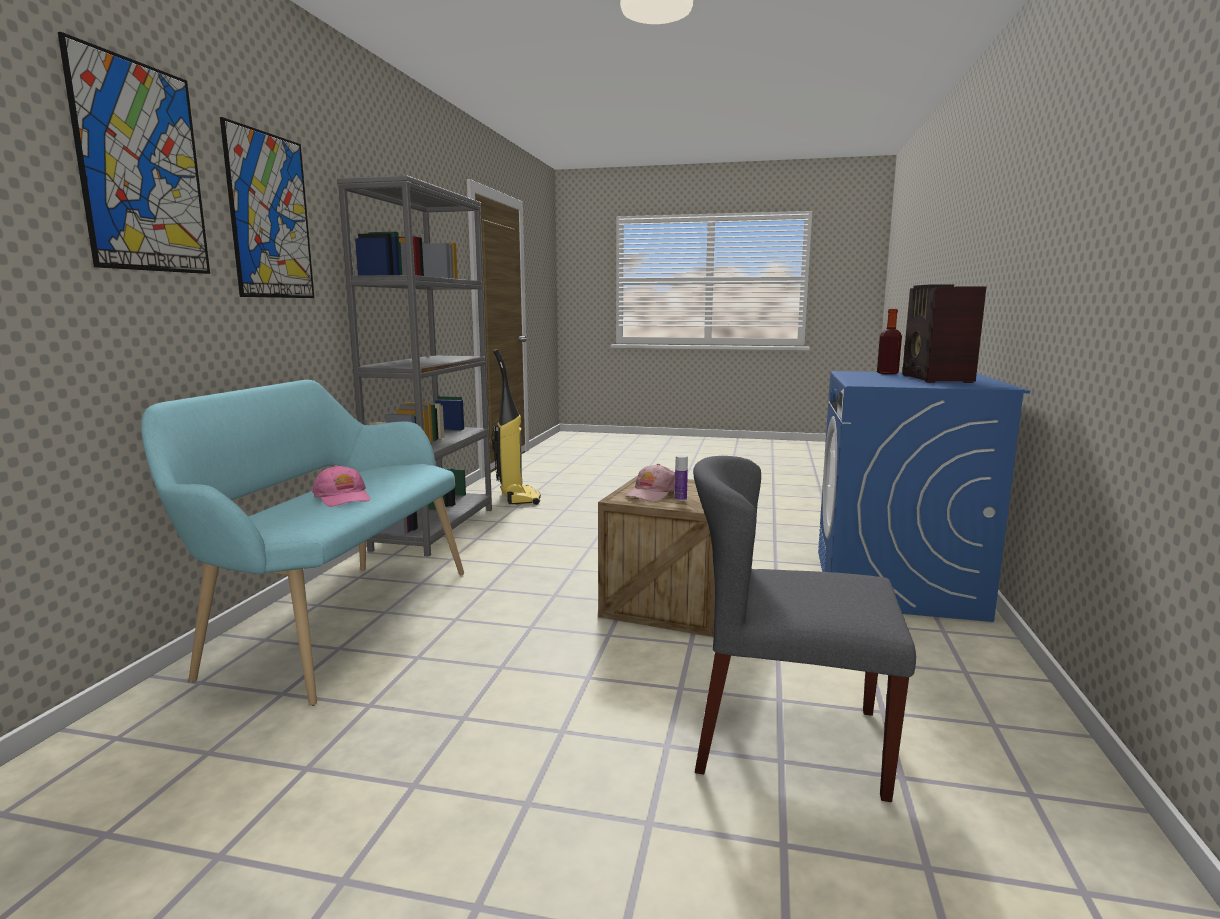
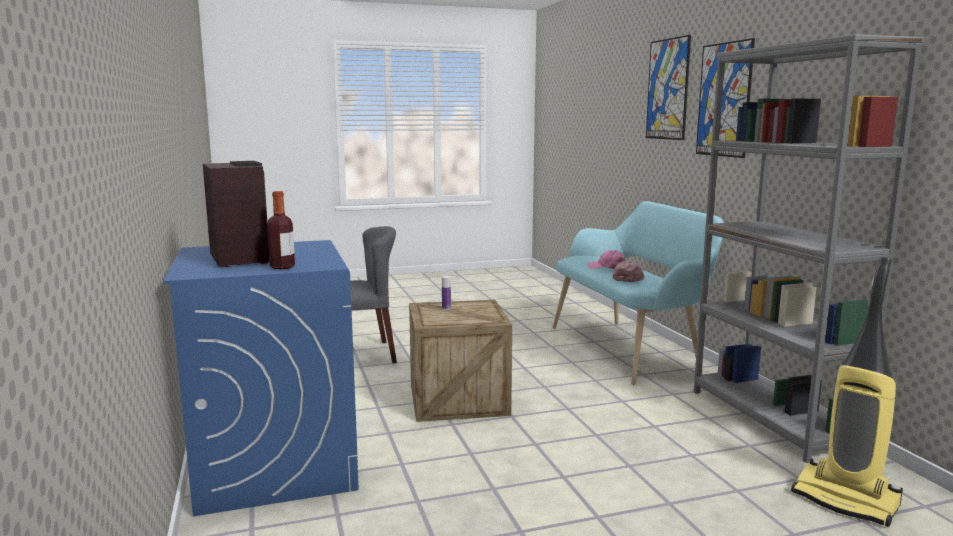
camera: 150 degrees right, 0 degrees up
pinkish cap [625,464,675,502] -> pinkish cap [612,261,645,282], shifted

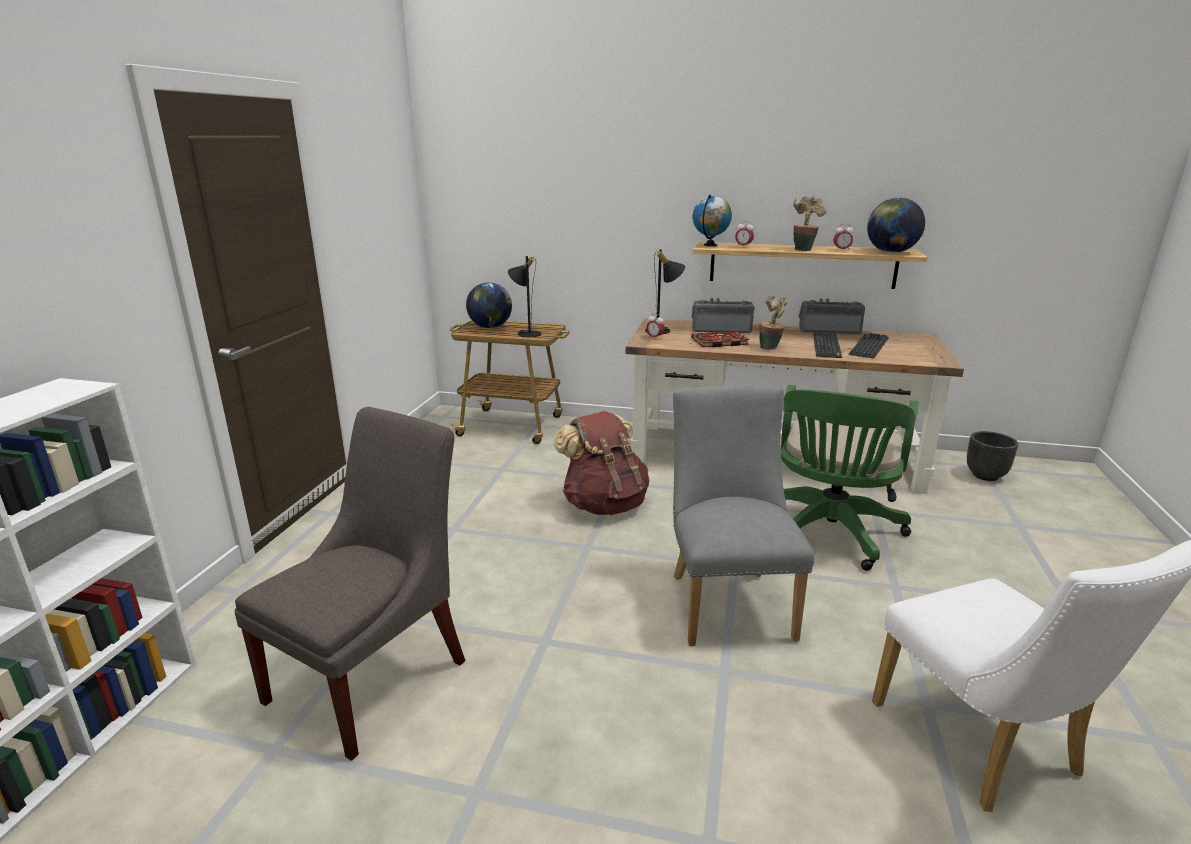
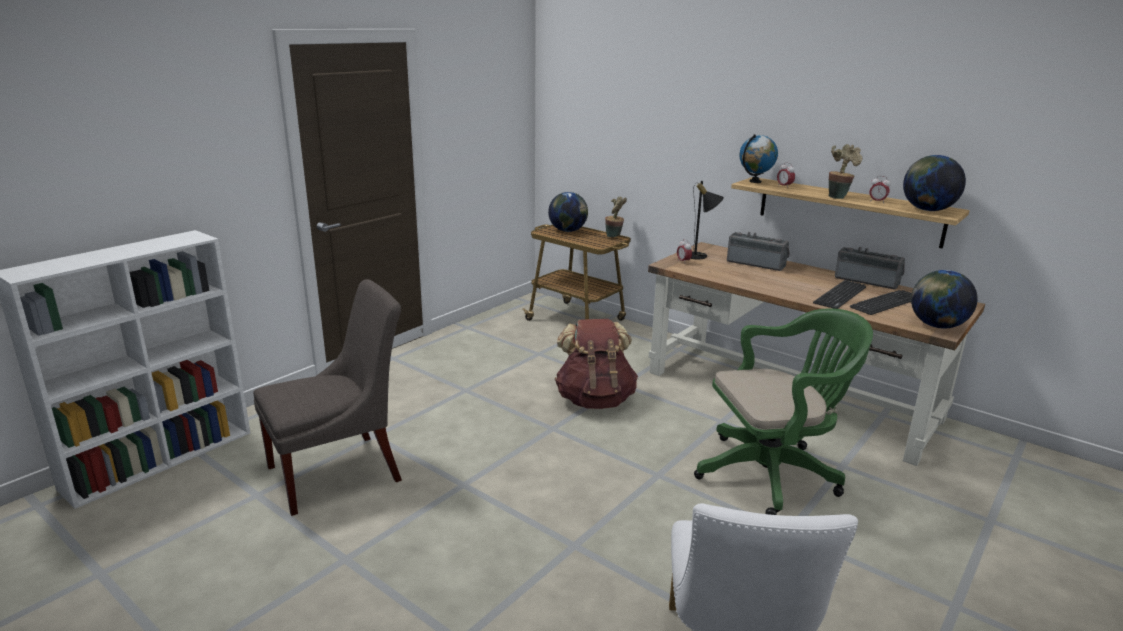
camera: 25 degrees right, 0 degrees up
potted plant [759,295,787,350] -> potted plant [605,197,627,237], shifted
greenish office chair [781,385,919,571] -> greenish office chair [694,308,873,515], 150 degrees counterclockwise
none -> world globe [911,270,978,328]
blackish lamp for a table [508,256,542,337] -> none
gray chair [673,386,815,646] -> none
bound book [691,331,749,347] -> none
blackish plant pot [967,431,1018,481] -> none

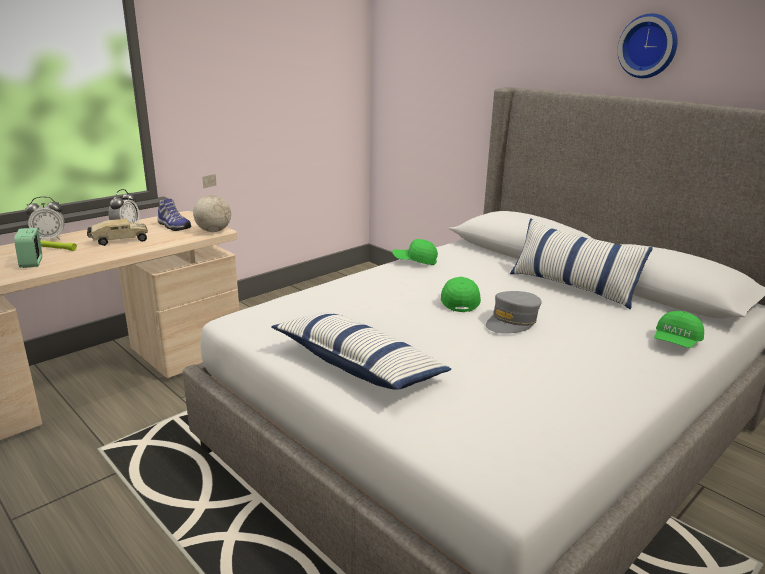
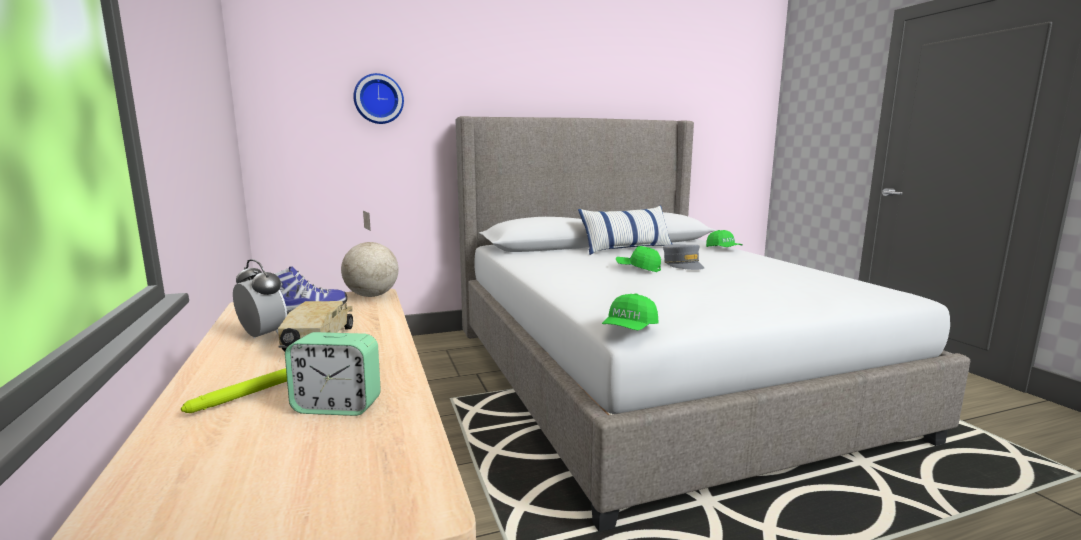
camera: 65 degrees left, 10 degrees down
clock on the wall [617,13,678,78] -> clock on the wall [353,73,404,124], shifted
greenish cap [392,239,438,265] -> greenish cap [602,293,659,330], shifted
bedside clock [25,196,65,240] -> none
cushion [271,312,451,390] -> none

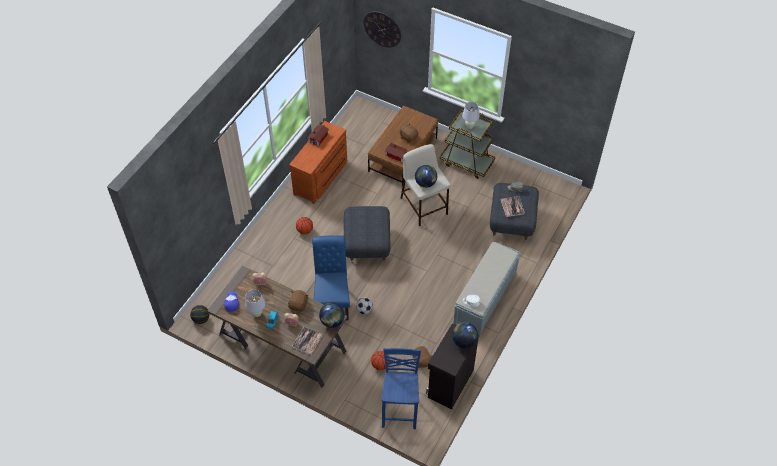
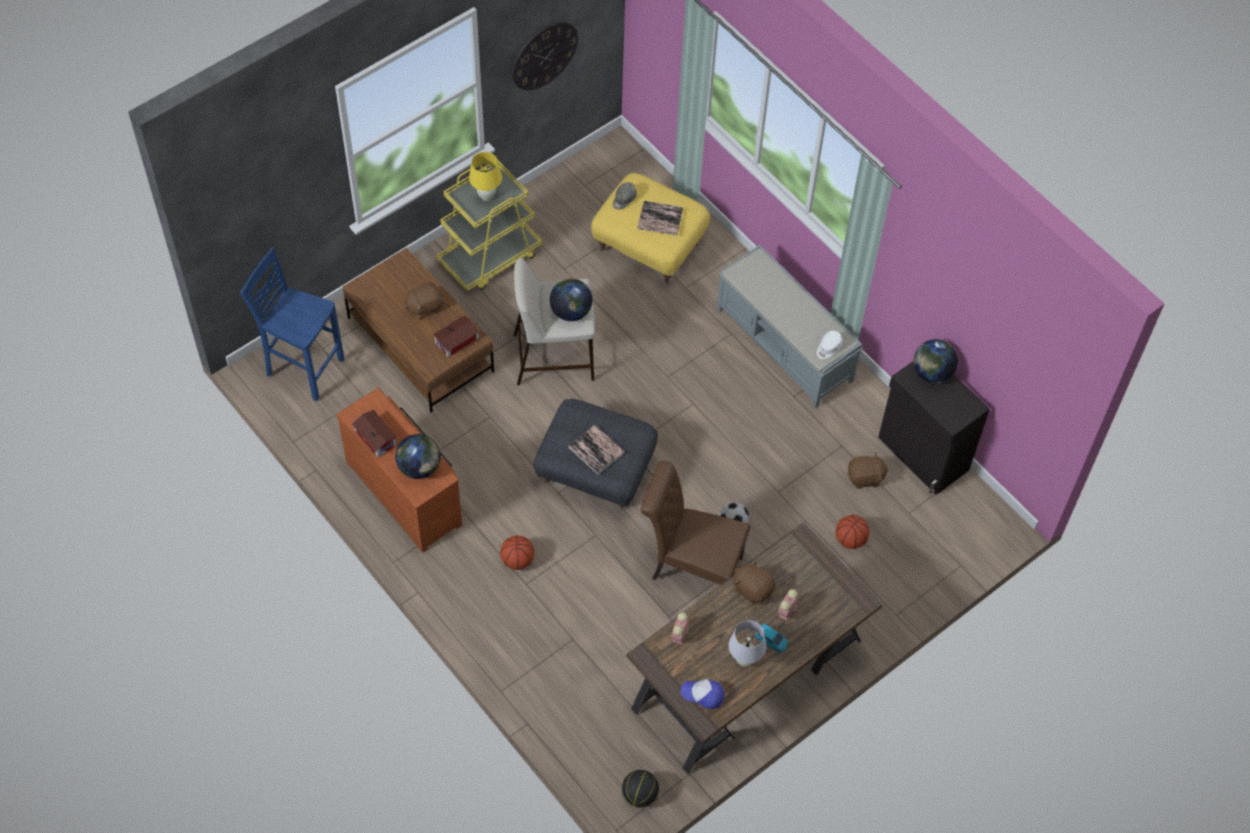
camera: 70 degrees left, 5 degrees up
blue stool [381,348,421,429] -> blue stool [240,247,344,401], shifted
world globe [319,302,345,328] -> world globe [396,434,441,479], shifted
brownish trolley [440,109,495,179] -> yellow-coloured trolley [437,161,542,291]
white-coloured lamp for a table [462,102,480,129] -> yellow-coloured lamp for a table [469,152,502,201]
clock on the wall [363,11,401,48] -> clock on the wall [512,22,578,90], shifted
bound book [292,327,323,355] -> bound book [568,425,625,475], shifted
gray footrest [490,183,539,242] -> yellow-coloured footrest [591,173,710,285]
blue chair [312,235,350,320] -> brownish chair [641,461,751,585]

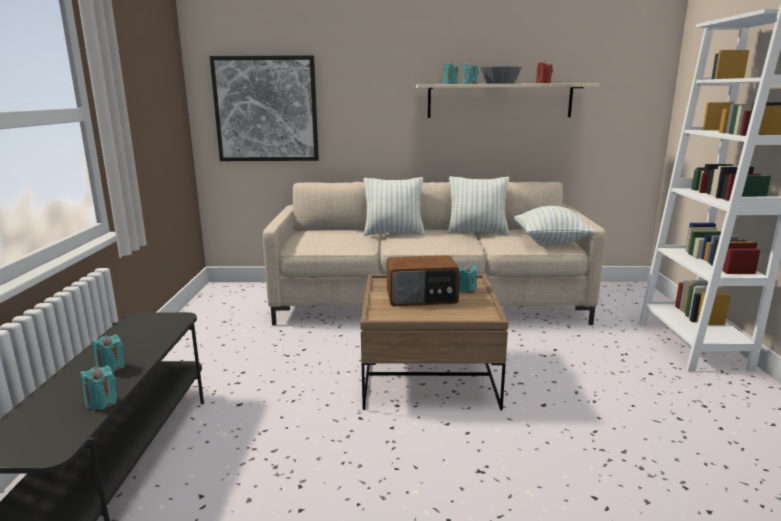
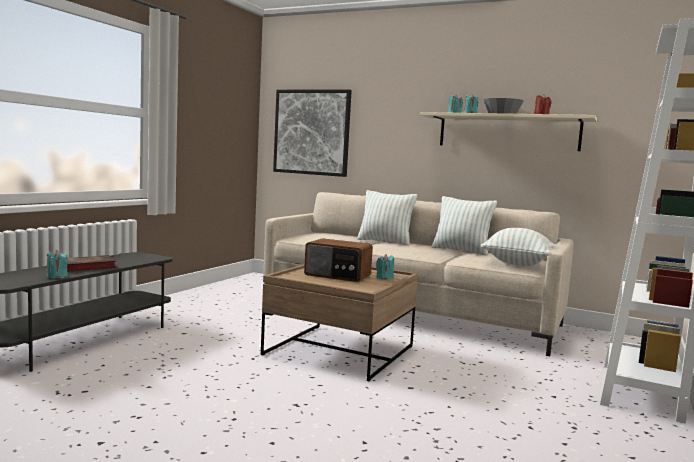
camera: 25 degrees right, 10 degrees down
turquoise-coloured candle [92,334,125,372] -> bound book [67,255,116,272]

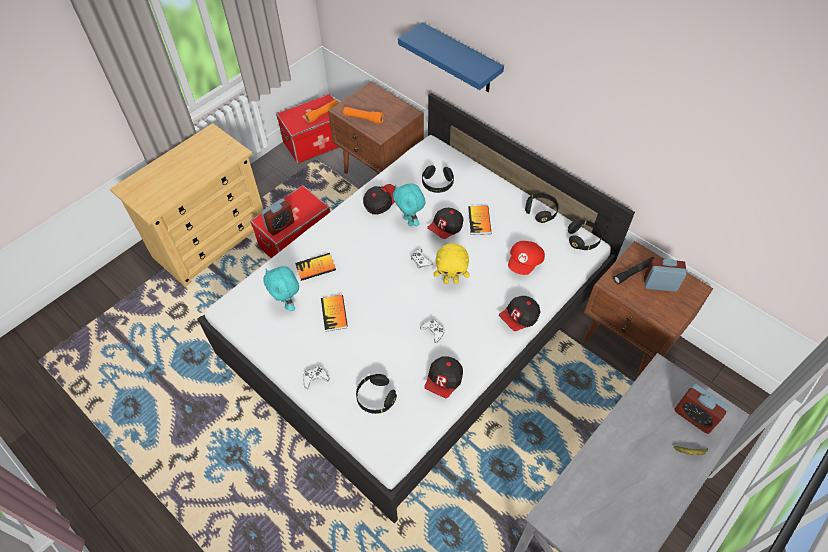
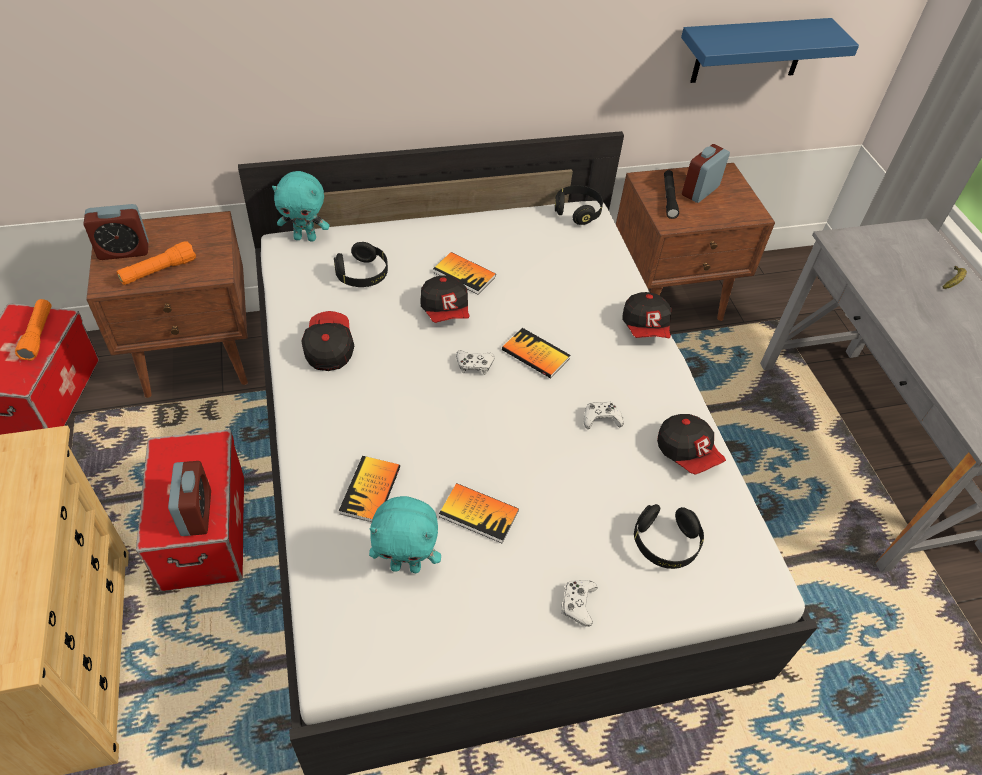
camera: 60 degrees left, 5 degrees down
bedside clock [674,384,729,434] -> bedside clock [83,204,149,260], shifted
turquoise-coloured plush toy [393,183,426,226] -> turquoise-coloured plush toy [272,171,329,242], shifted
yellow-coloured plush toy [434,243,470,284] -> bound book [502,328,570,379]
blue shelf [398,22,504,92] -> blue shelf [681,18,859,83], shifted
red-coloured cap [508,241,545,275] -> none
blackish headset [525,193,559,223] -> none

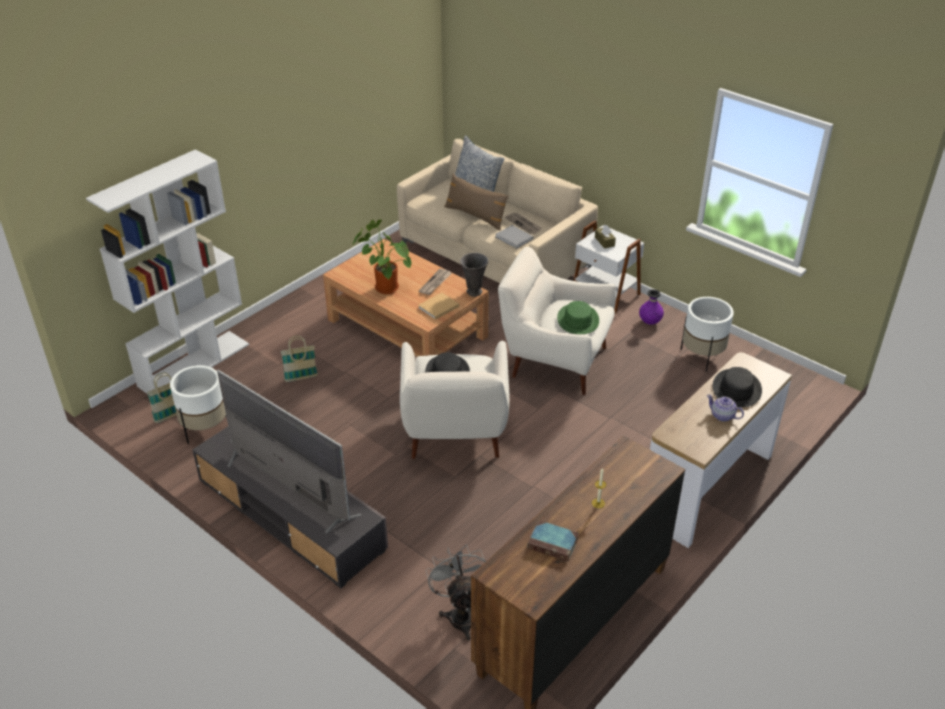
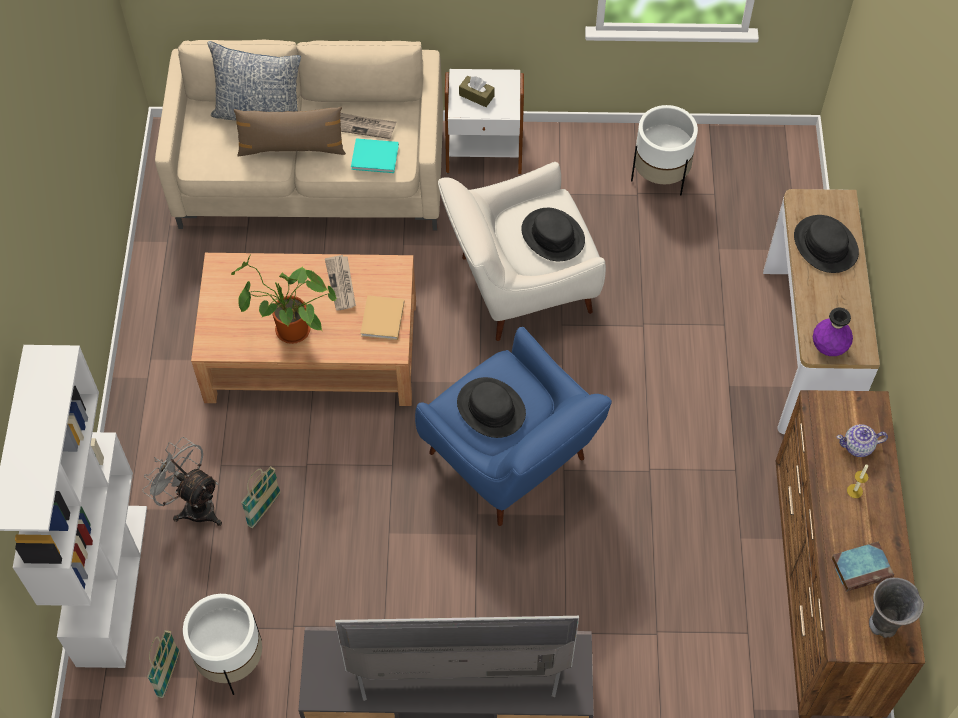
camera: 40 degrees left, 20 degrees up
gray fan [426,545,486,641] -> gray fan [142,437,222,526], shifted
gray bound book [495,225,533,249] -> turquoise-coloured bound book [351,138,399,173]
white-coloured easy chair [400,341,510,459] -> blue easy chair [415,327,612,526]
greenish hat [557,301,599,334] -> blackish hat [521,208,585,261]
purplish decorative vase [639,289,664,325] -> purplish decorative vase [813,308,853,356], shifted
tea pot [707,394,744,422] -> tea pot [837,424,888,457], shifted
gray decorative vase [460,253,488,297] -> gray decorative vase [869,578,924,638], shifted

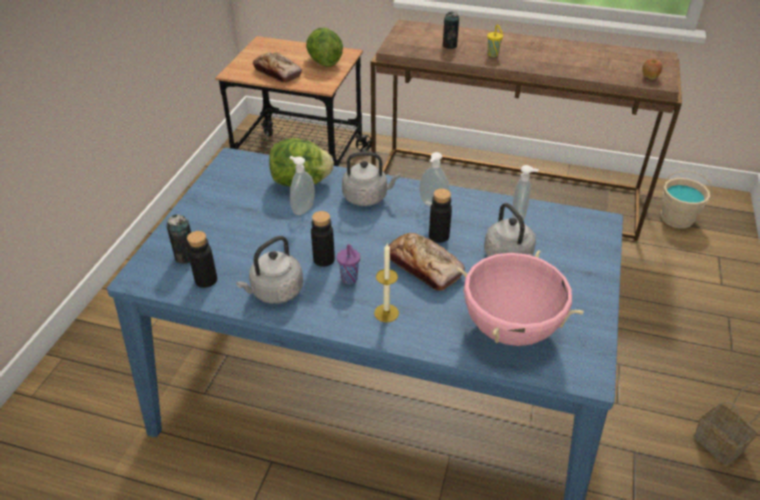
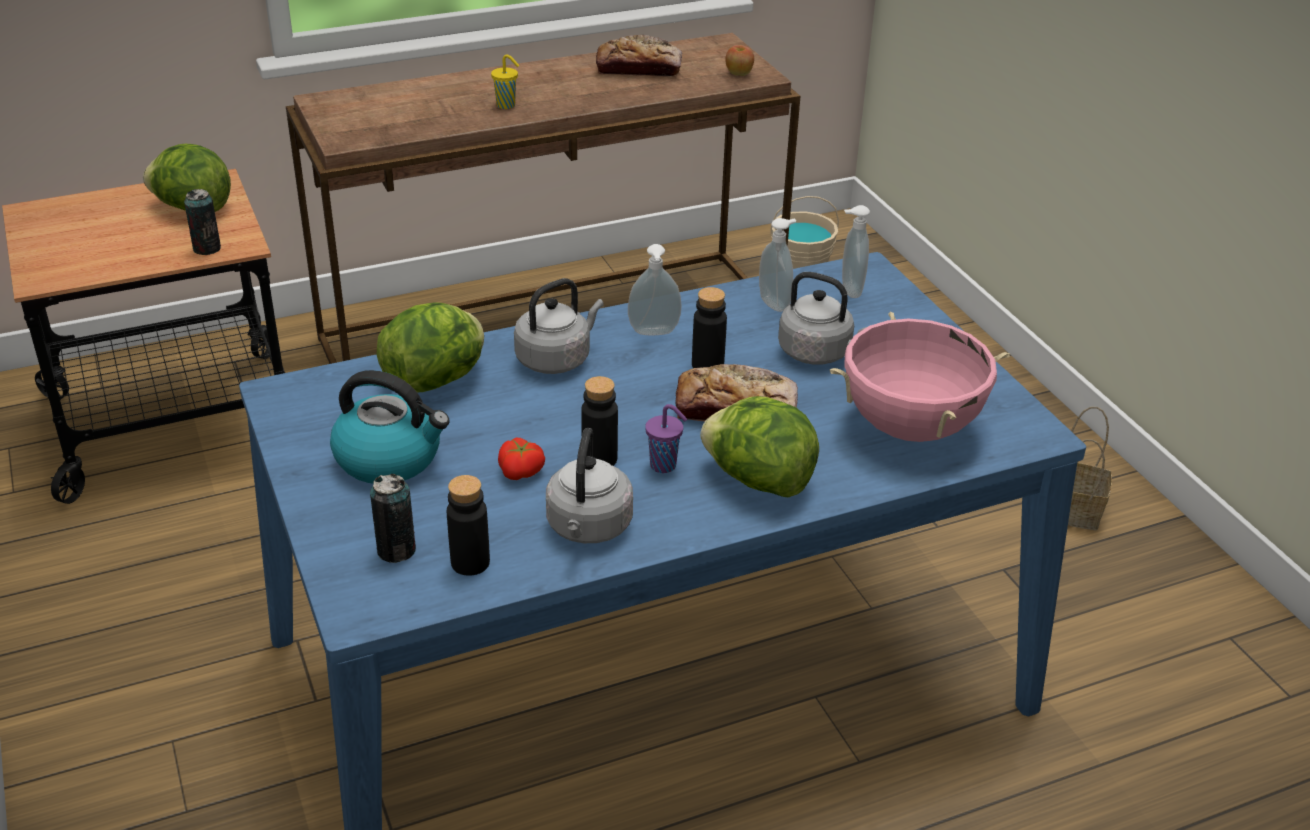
camera: 40 degrees left, 5 degrees down
metal can [442,12,459,49] -> metal can [184,189,221,255], shifted
none -> kettle [330,370,450,483]
none -> tomato [498,437,545,480]
baked bread [253,52,302,82] -> baked bread [596,35,682,77], shifted
candle [374,244,399,322] -> head of lettuce [700,396,819,497]
liquid soap bottle [290,156,315,215] -> liquid soap bottle [842,205,870,298], shifted

